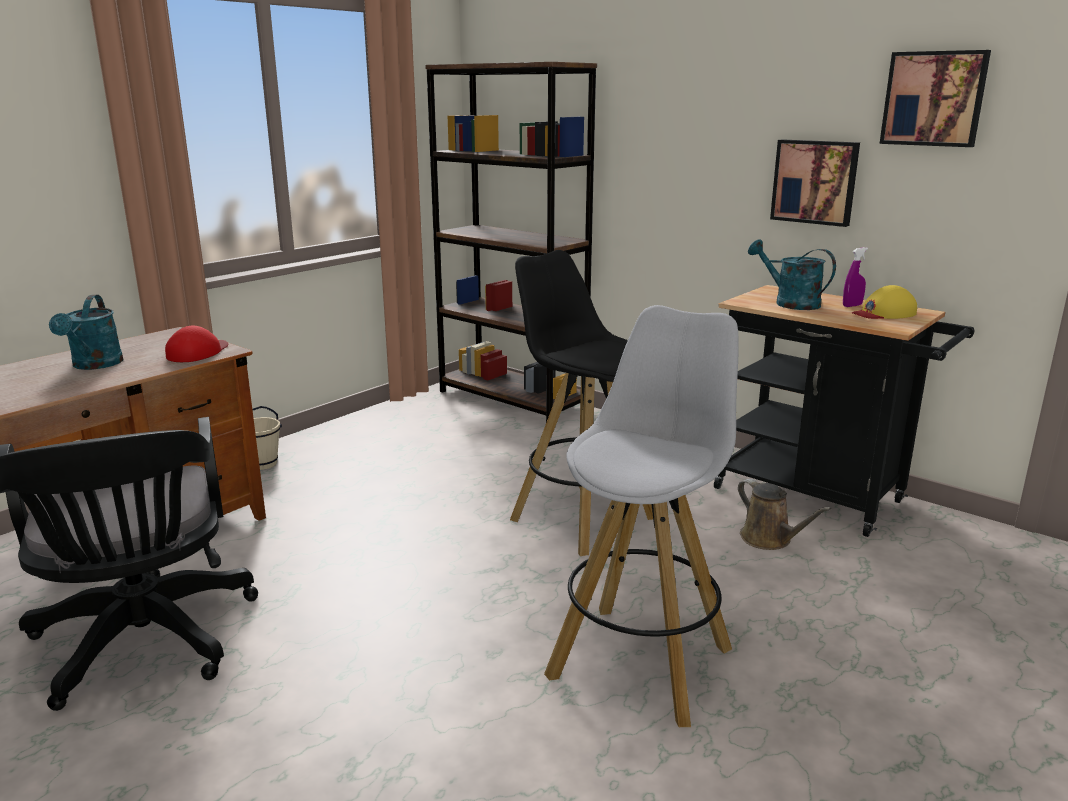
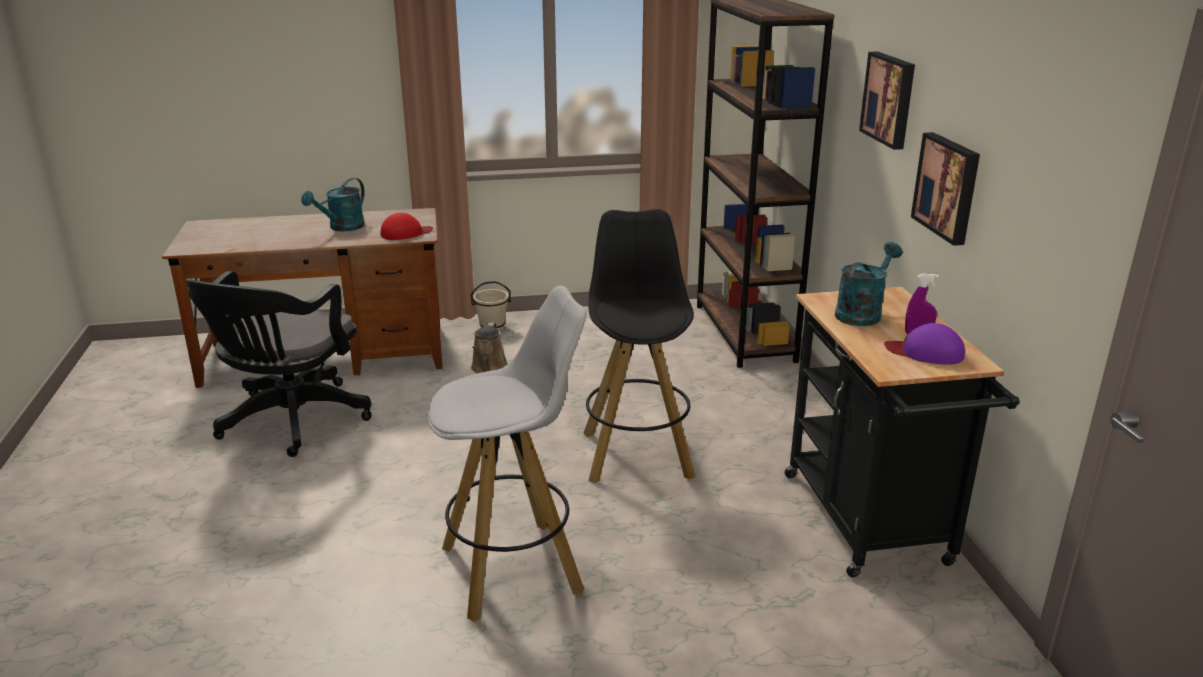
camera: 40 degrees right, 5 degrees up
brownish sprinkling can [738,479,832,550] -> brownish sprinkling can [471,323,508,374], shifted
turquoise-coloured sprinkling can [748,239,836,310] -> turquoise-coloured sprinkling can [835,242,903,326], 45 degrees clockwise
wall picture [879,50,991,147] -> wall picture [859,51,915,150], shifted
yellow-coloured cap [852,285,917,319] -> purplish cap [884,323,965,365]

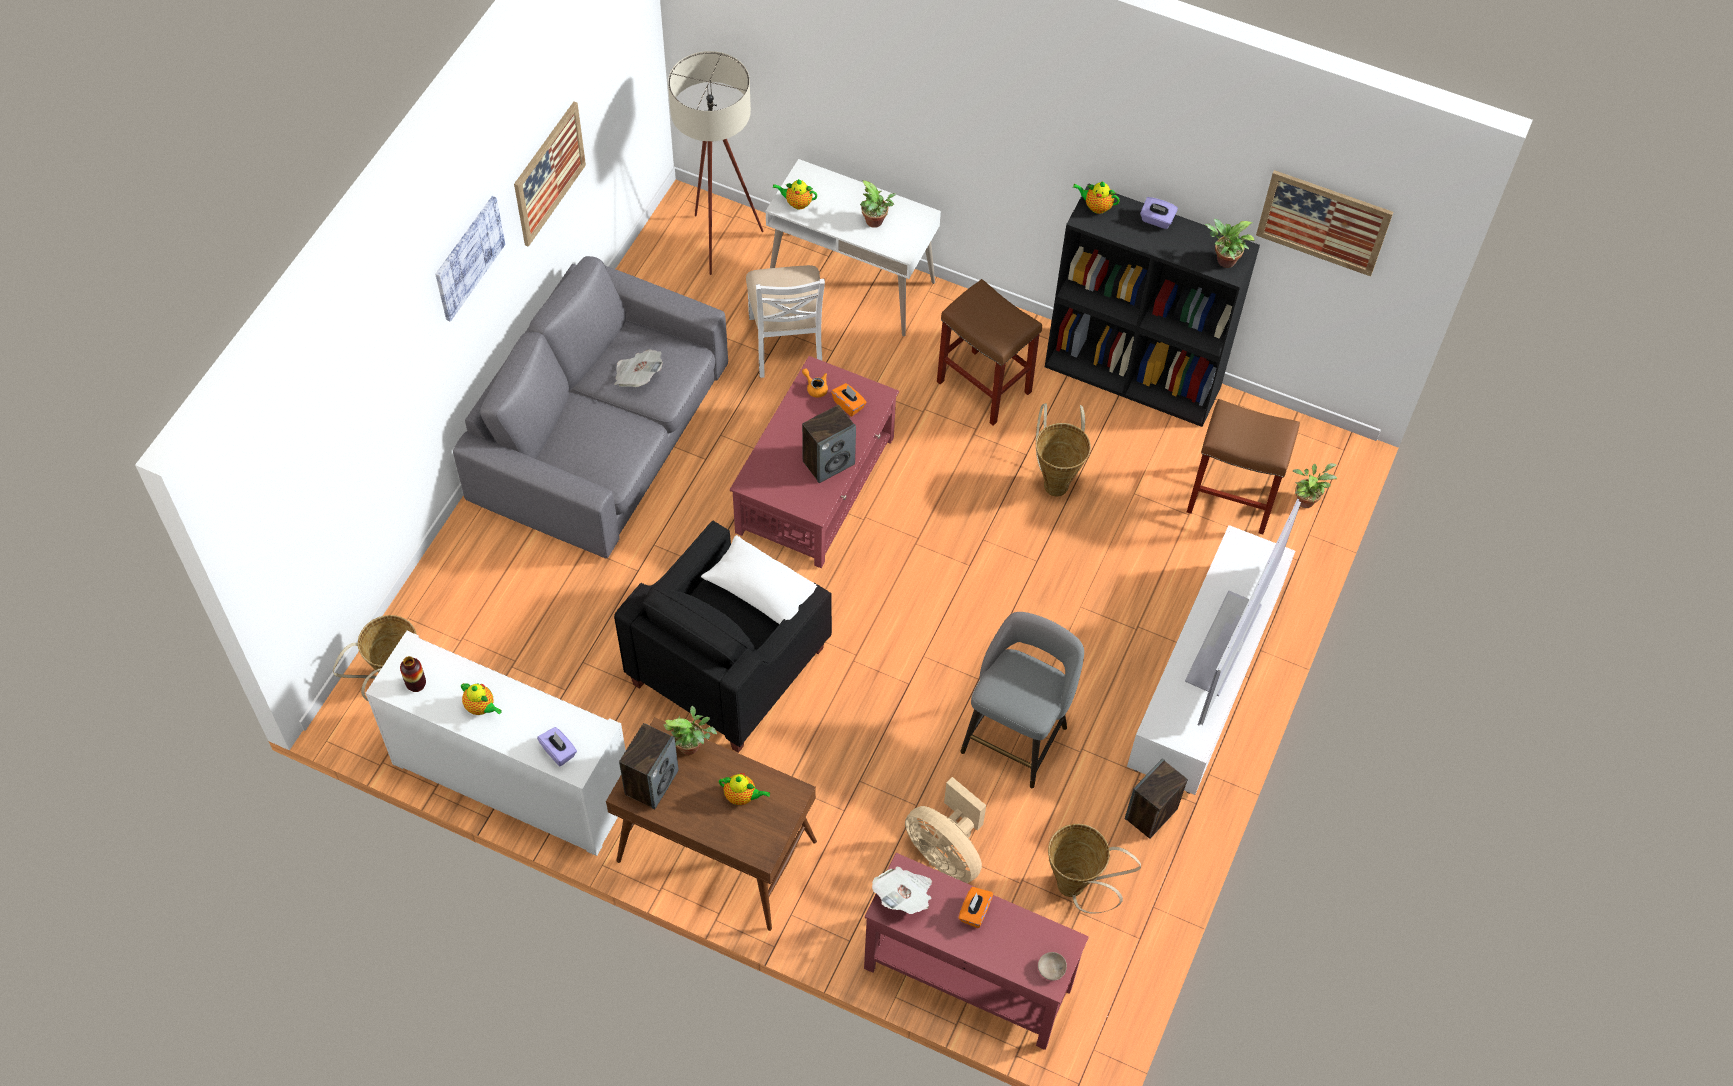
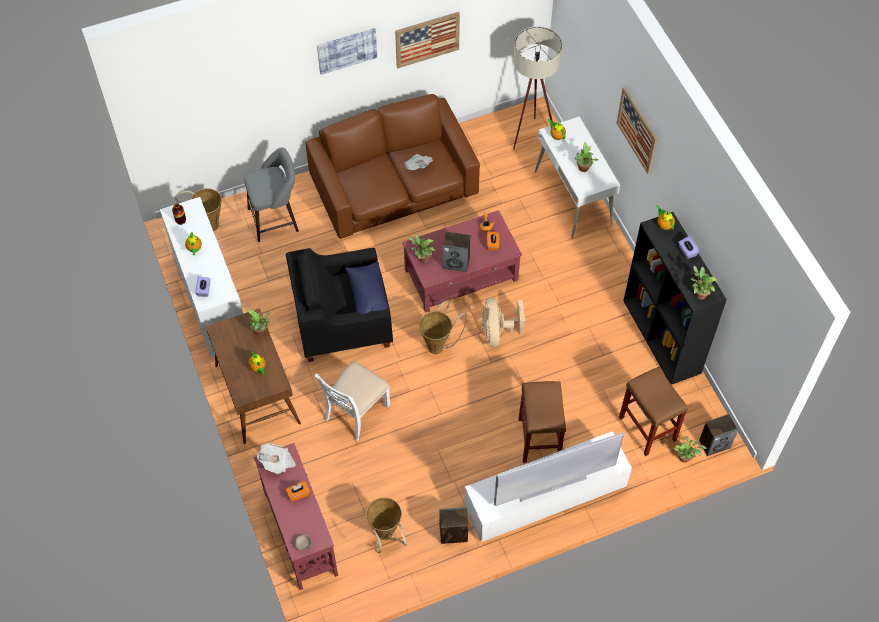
camera: 45 degrees right, 0 degrees up
gray stool [960,612,1084,788] -> gray stool [244,147,299,242], shifted
gray sofa [453,256,728,558] -> brownish sofa [305,94,480,239]
white-coloured chair [746,265,825,378] -> white-coloured chair [315,361,390,441], shifted
white-coloured cushion [701,535,817,624] -> blue cushion [345,262,391,315]
none -> potted plant [408,234,435,263]
household basket [1036,403,1091,496] -> household basket [419,300,467,354], shifted
beige fan [905,777,986,883] -> beige fan [482,297,525,347], shifted
brownish stool [937,279,1042,426] -> brownish stool [519,381,566,463], shifted
wall picture [1256,170,1393,277] -> wall picture [617,87,657,174], shifted
loudspeaker [619,723,679,809] -> loudspeaker [699,414,738,456], shifted

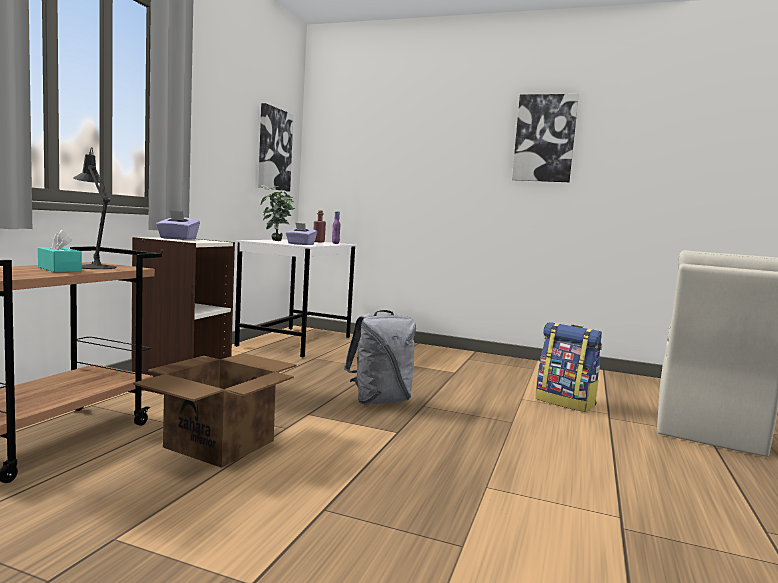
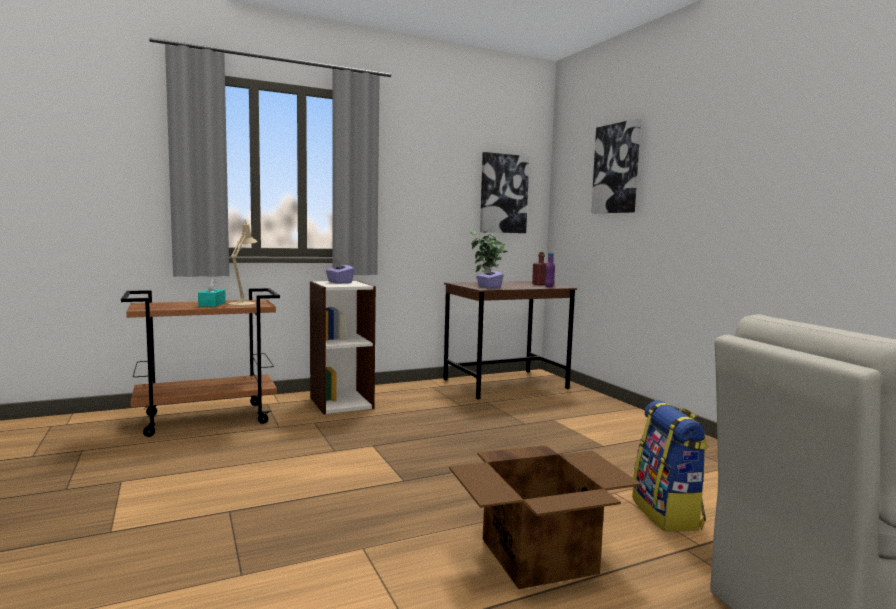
camera: 45 degrees right, 0 degrees up
blackish lamp for a table [73,147,117,269] -> beige lamp for a table [229,219,258,306]
white-coloured desk unit [235,239,357,358] -> brownish desk unit [443,281,577,400]
cardboard box [133,353,297,468] -> cardboard box [449,445,641,589], shifted
wall picture [512,94,579,182] -> wall picture [591,119,641,213], shifted
gray knapsack [344,310,416,405] -> none

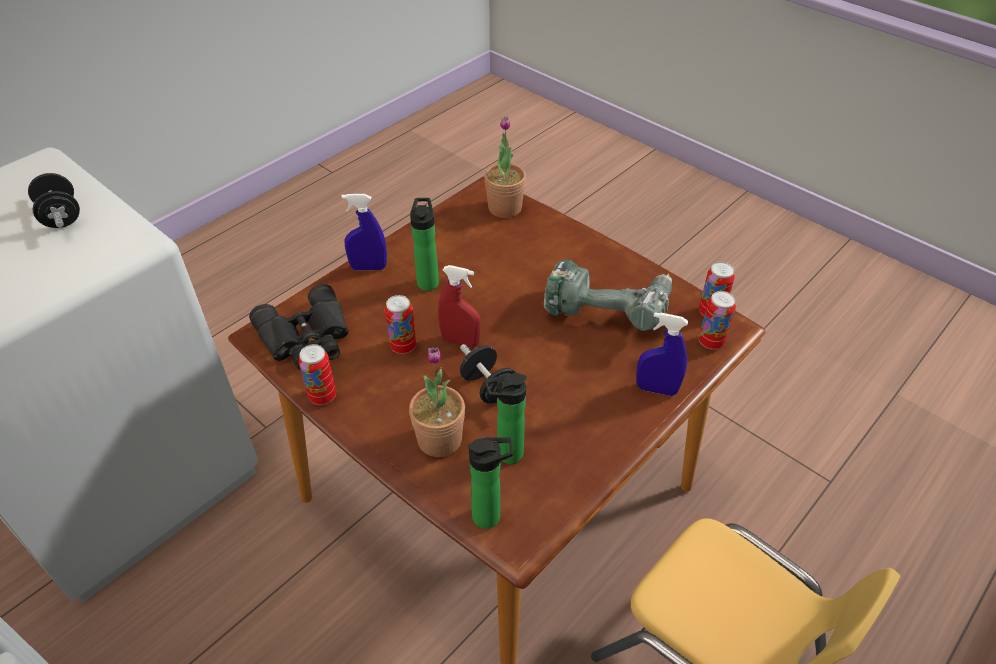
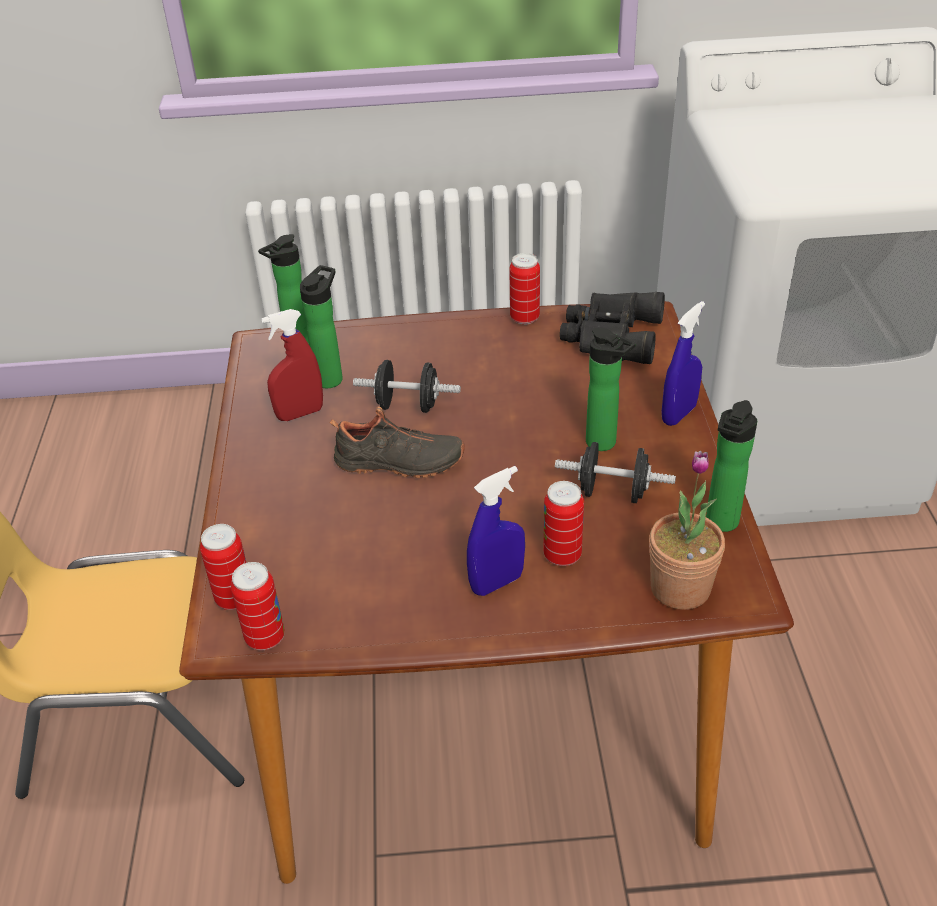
camera: 135 degrees right, 5 degrees down
red-coloured spray bottle [438,265,481,347] -> red-coloured spray bottle [261,309,323,421], shifted
none -> blackish shoe [329,407,465,478]
blue spray bottle [636,312,688,396] -> blue spray bottle [467,466,525,596], shifted
metal can [385,295,416,354] -> metal can [543,481,584,566], shifted
blackish dumbbell [28,173,80,228] -> blackish dumbbell [555,442,676,503], shifted
none -> drink bottle [706,400,757,532]
potted plant [409,347,465,457] -> none
electric drill [544,260,672,331] -> none

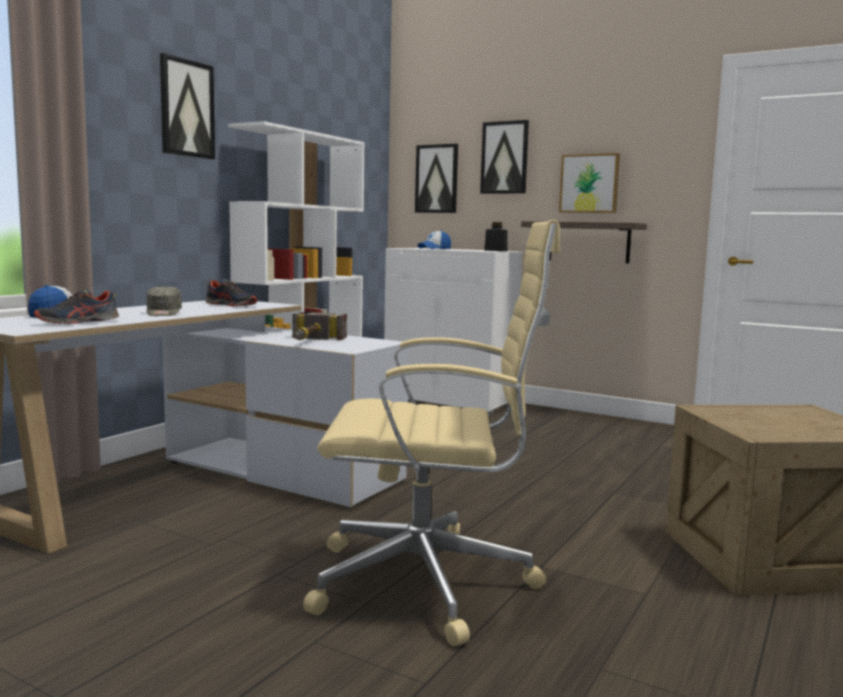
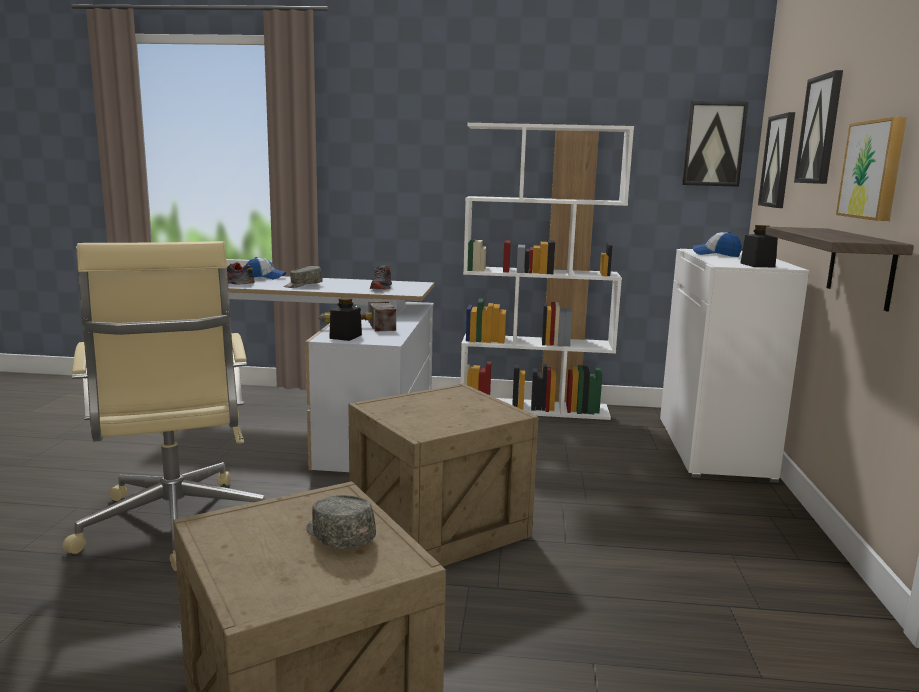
camera: 65 degrees right, 5 degrees up
none -> gray cap [306,495,376,549]
none -> blackish preserve jar [329,297,362,341]
none -> shipping crate [348,384,538,566]
wall picture [160,53,215,159] -> wall picture [682,101,749,187], shifted

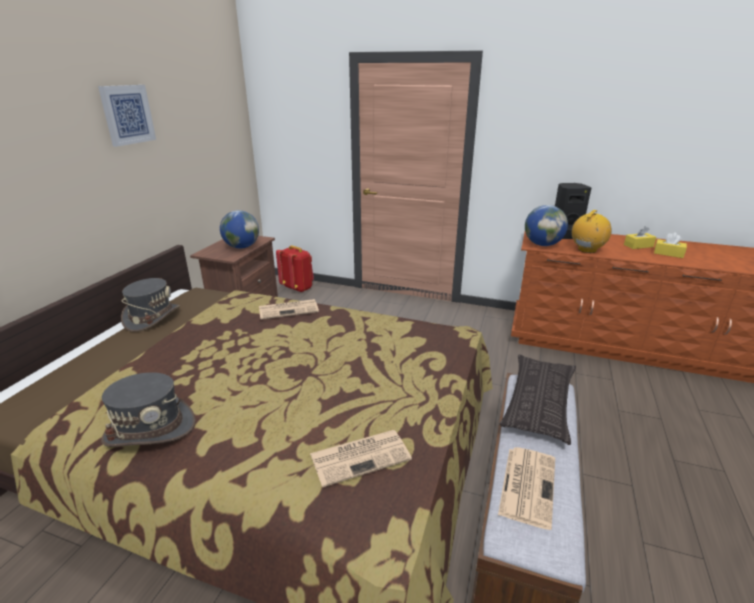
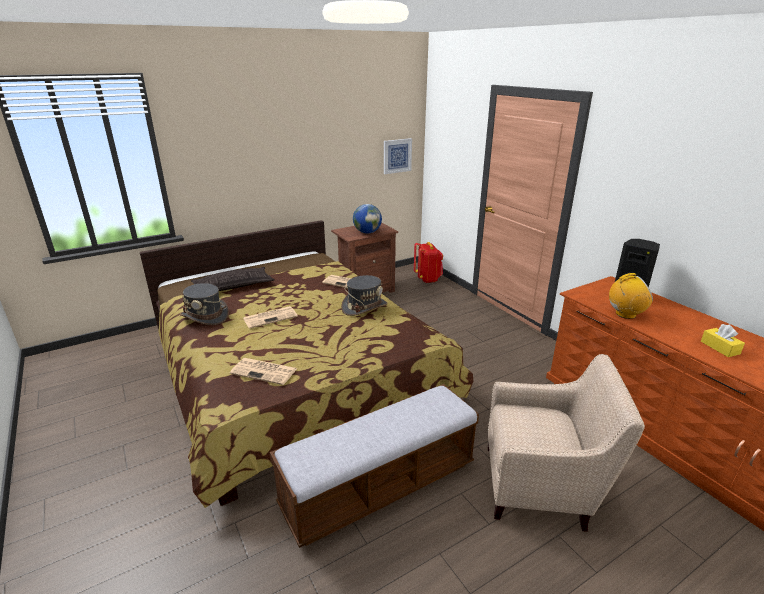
camera: 40 degrees right, 0 degrees up
cushion [500,355,576,445] -> cushion [191,267,275,291], shifted
daily paper [498,447,555,530] -> daily paper [243,306,298,329], shifted
gray hat [121,278,180,332] -> gray hat [341,275,388,316], shifted
wall picture [98,85,156,147] -> wall picture [384,138,412,174], shifted
none -> beige easy chair [488,354,645,532]
world globe [525,205,568,246] -> none
yellow-coloured tissue holder [624,226,656,249] -> none

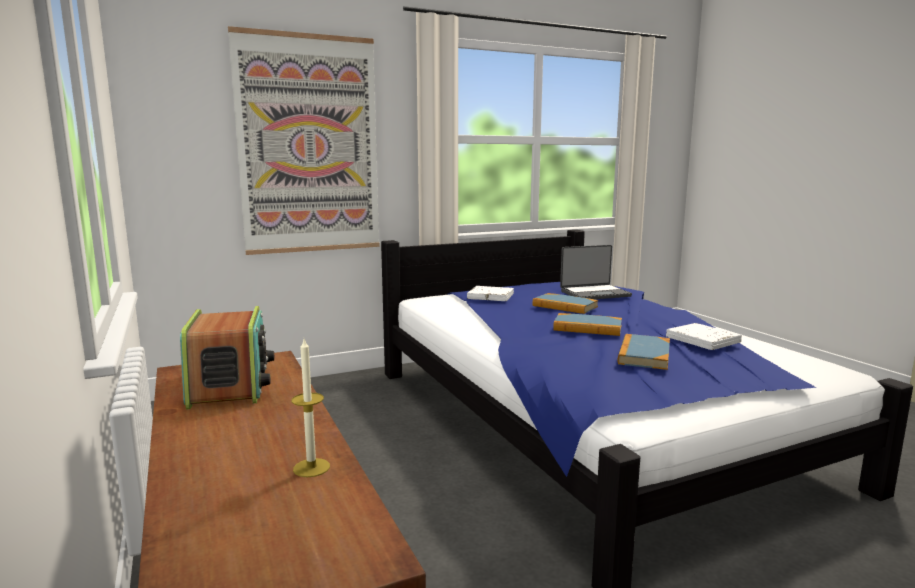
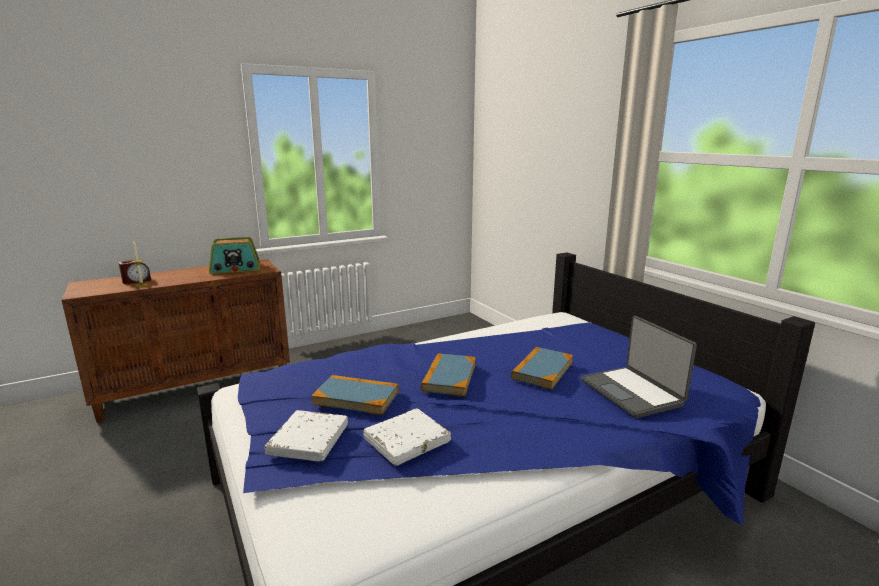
camera: 85 degrees right, 5 degrees up
none -> bedside clock [119,260,151,284]
white-coloured bound book [467,286,514,301] -> white-coloured bound book [264,410,348,462], shifted
wall picture [228,26,380,255] -> none

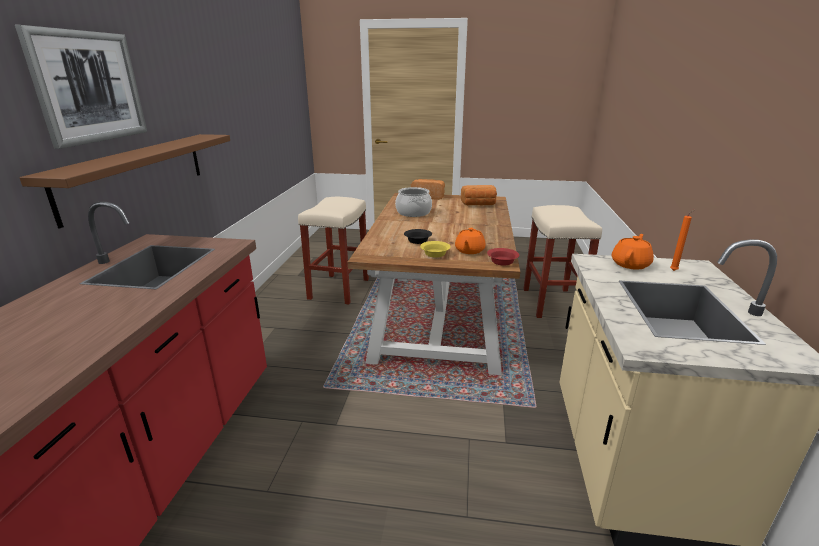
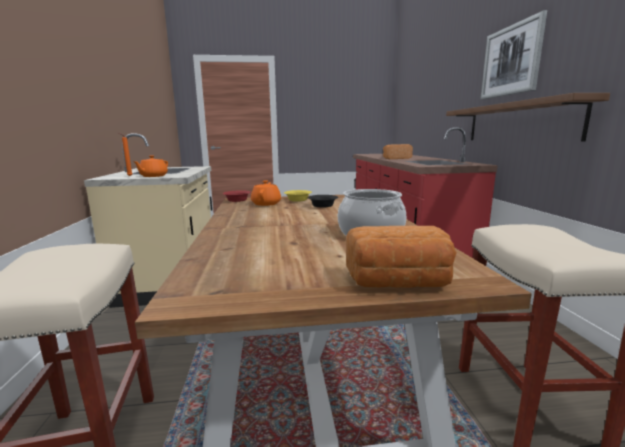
camera: 165 degrees right, 10 degrees down
baked bread [461,185,497,206] -> baked bread [383,144,413,159], shifted

